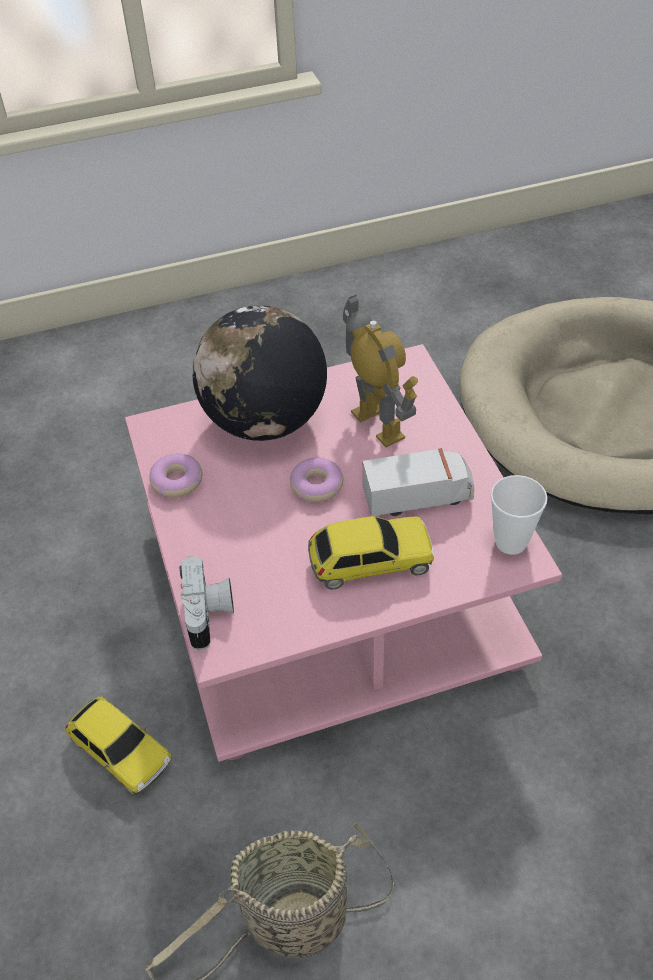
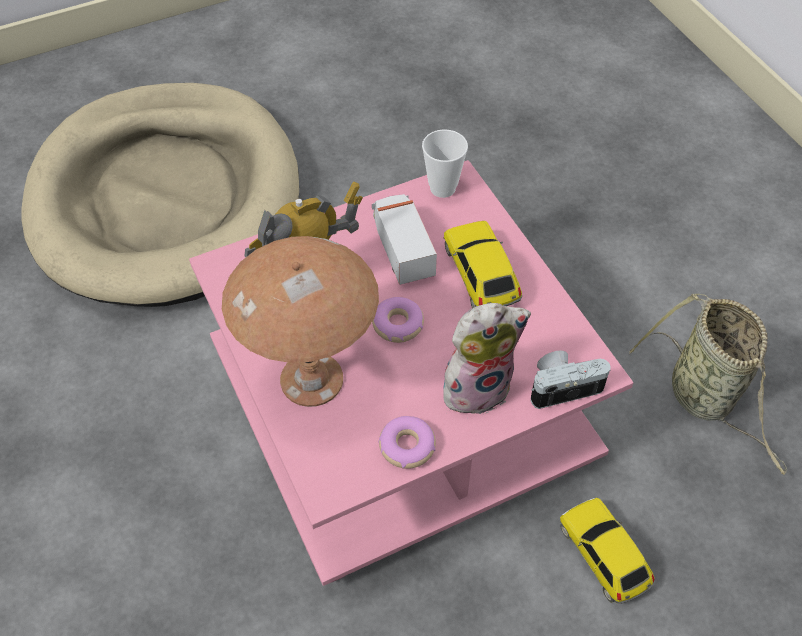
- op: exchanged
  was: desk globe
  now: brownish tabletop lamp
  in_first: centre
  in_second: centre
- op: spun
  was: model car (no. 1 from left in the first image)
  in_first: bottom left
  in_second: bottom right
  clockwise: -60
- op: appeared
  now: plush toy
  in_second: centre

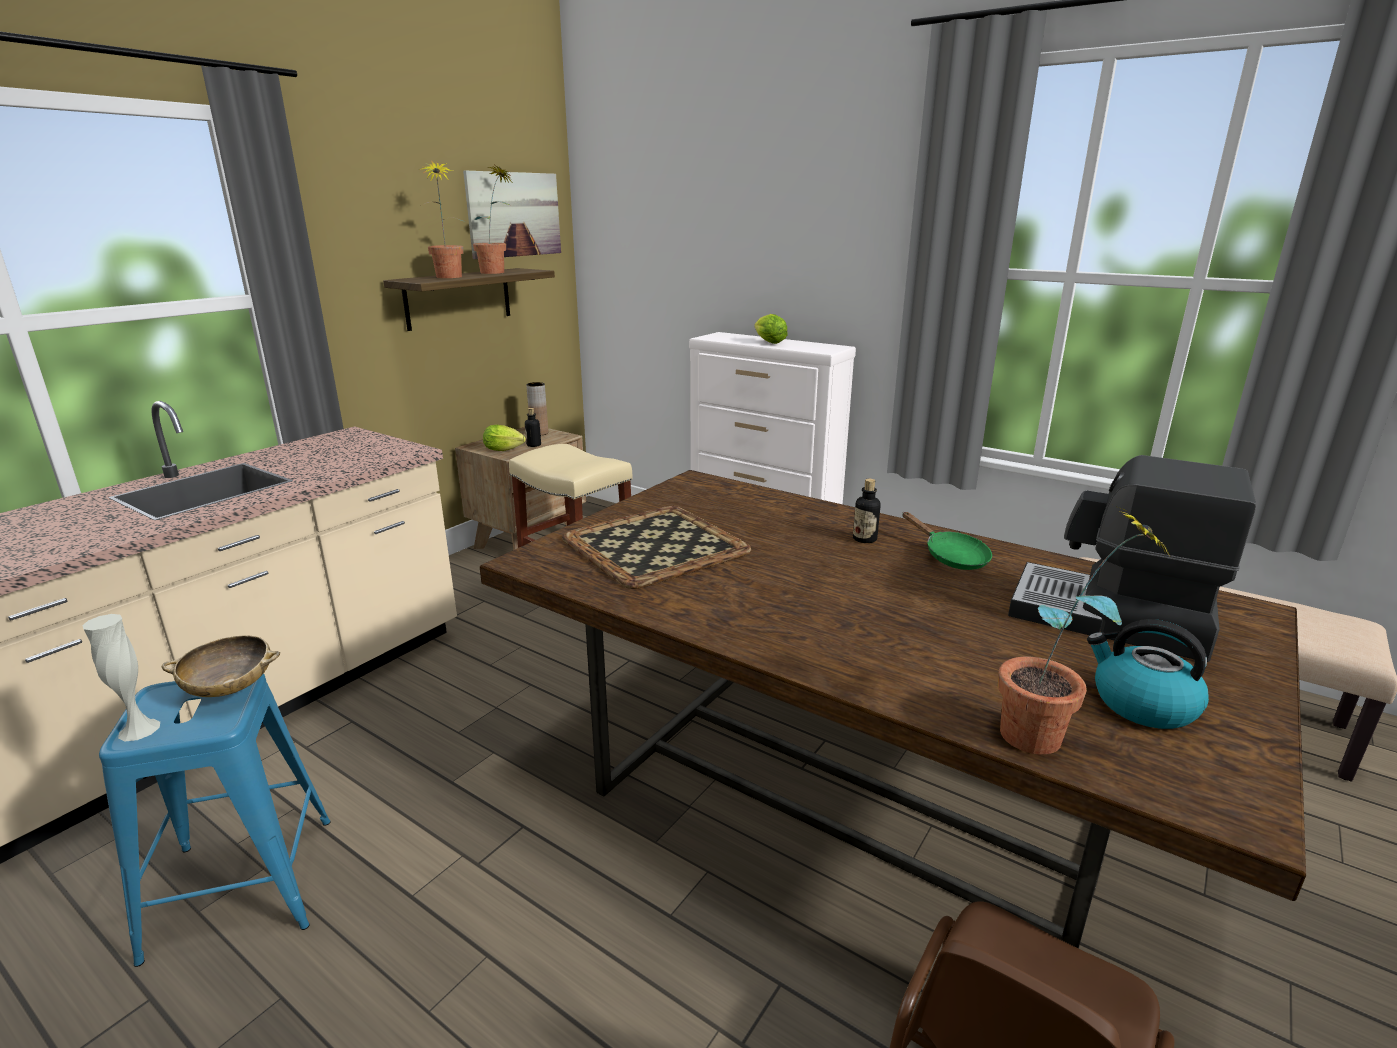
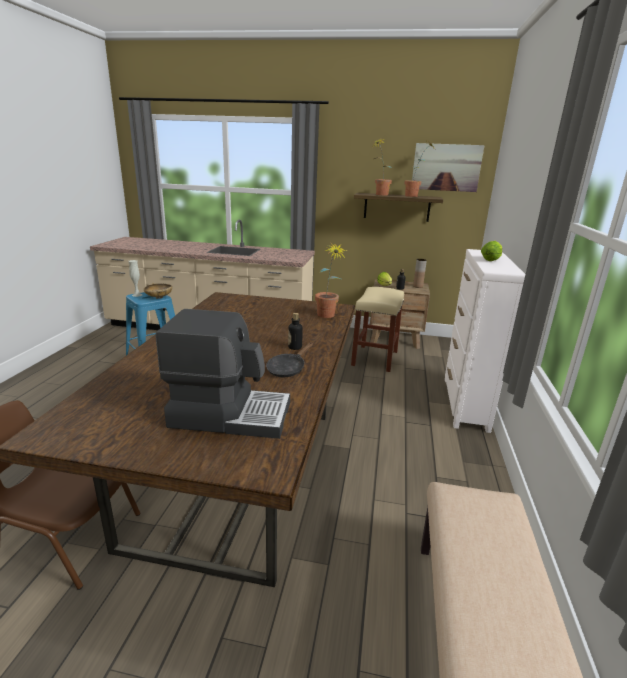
- op: spun
  was: coffee brewer
  in_first: middle right
  in_second: centre
  clockwise: 90
- op: missing
  was: tray
  in_first: centre
- op: relocated
  was: plant in a pot (no. 3 from left in the first image)
  now: plant in a pot (no. 1 from left)
  in_first: middle right
  in_second: centre
- op: colour
  was: green skillet
  now: black-coloured skillet
  in_first: middle right
  in_second: centre
- op: missing
  was: kettle
  in_first: middle right

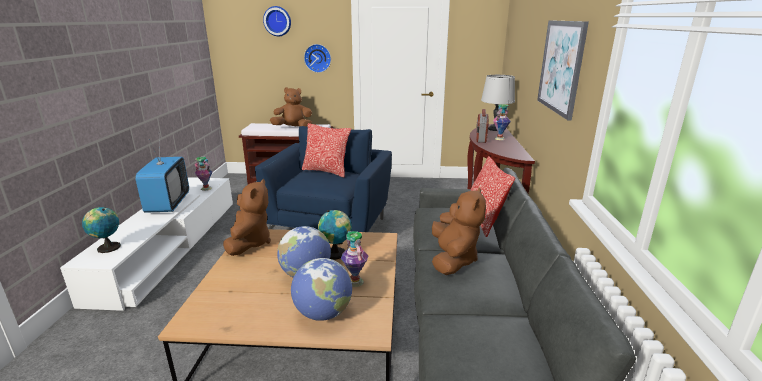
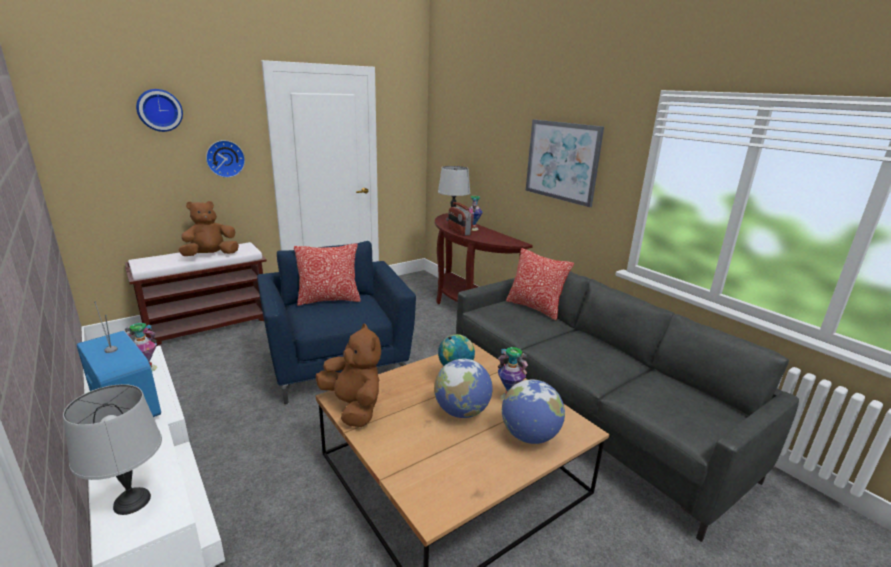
- op: missing
  was: brownish plush toy (no. 3 from left)
  in_first: centre
- op: exchanged
  was: desk globe (no. 1 from left)
  now: gray tabletop lamp (no. 1 from left)
  in_first: middle left
  in_second: bottom left

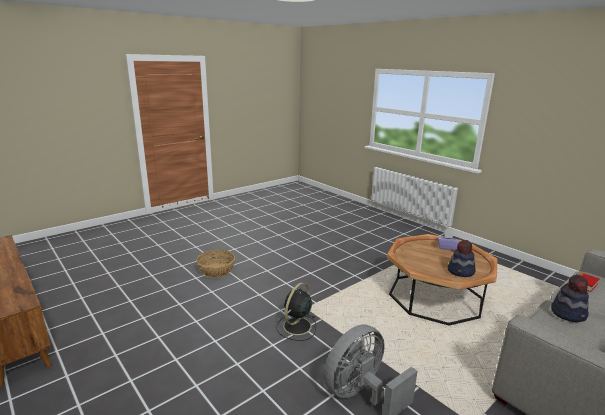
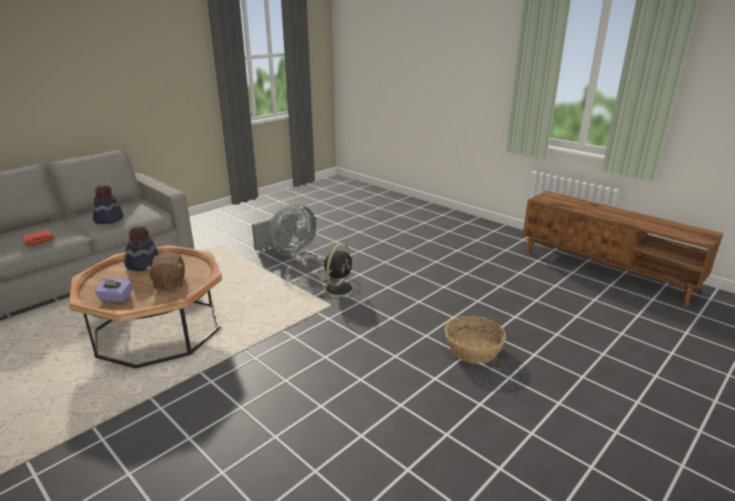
- op: appeared
  now: brownish plush toy
  in_second: middle left

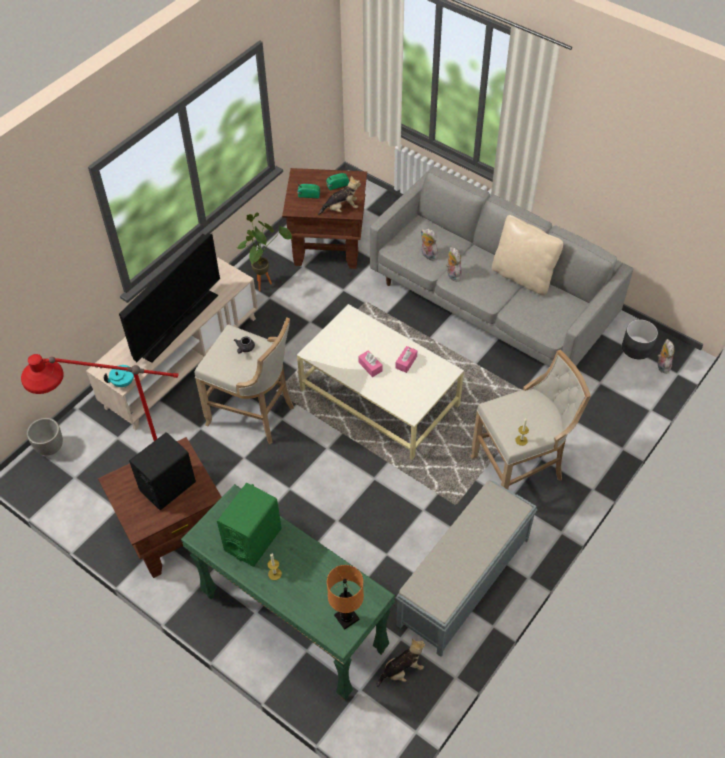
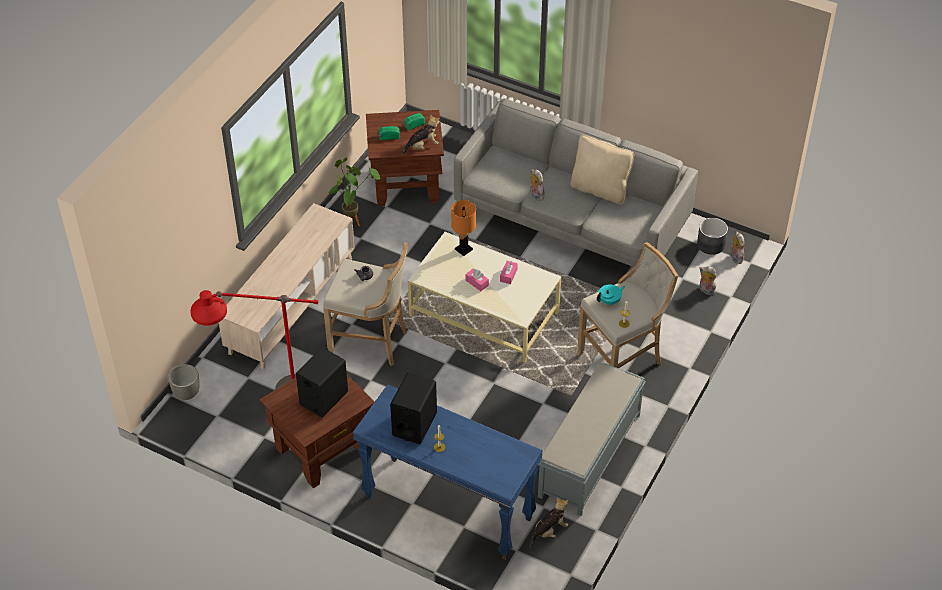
- op: relocated
  was: plush toy (no. 3 from left in the first image)
  now: plush toy (no. 4 from left)
  in_first: top centre
  in_second: middle right
- op: missing
  was: television
  in_first: middle left
- op: relocated
  was: turquoise tea pot
  in_first: middle left
  in_second: centre
- op: colour
  was: green audio speaker
  now: black-coloured audio speaker (no. 2 from left)
  in_first: bottom centre
  in_second: bottom centre
- op: colour
  was: green console table
  now: bluish console table
  in_first: bottom centre
  in_second: bottom centre
- op: relocated
  was: orangey tabletop lamp
  in_first: bottom centre
  in_second: centre

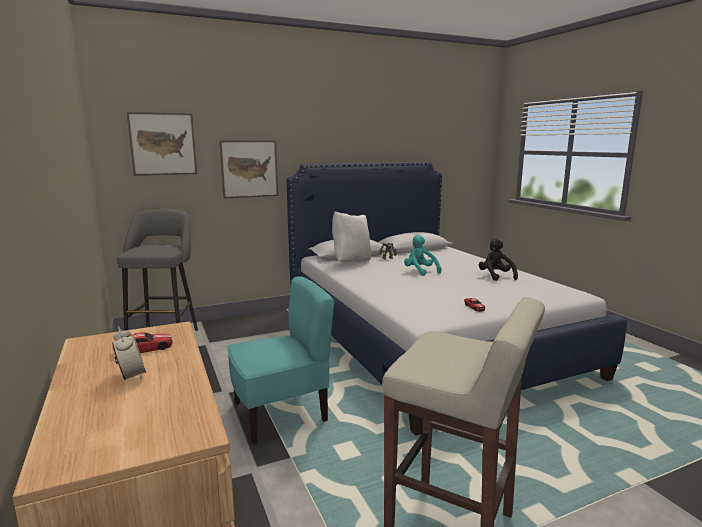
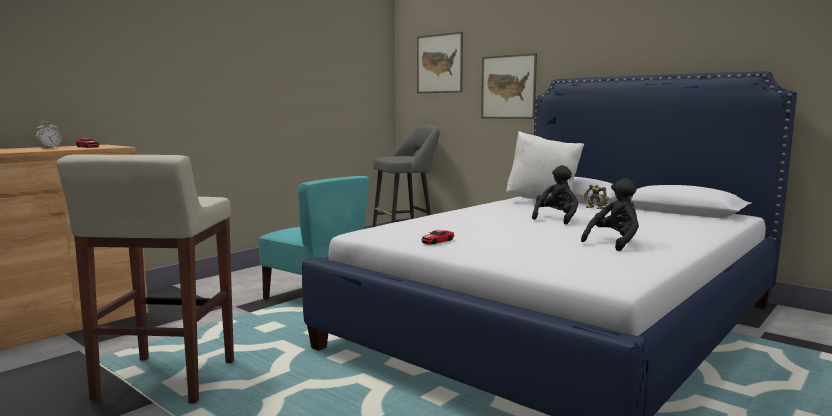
- op: colour
  was: turquoise plush toy
  now: black-coloured plush toy (no. 1 from left)
  in_first: centre
  in_second: middle right

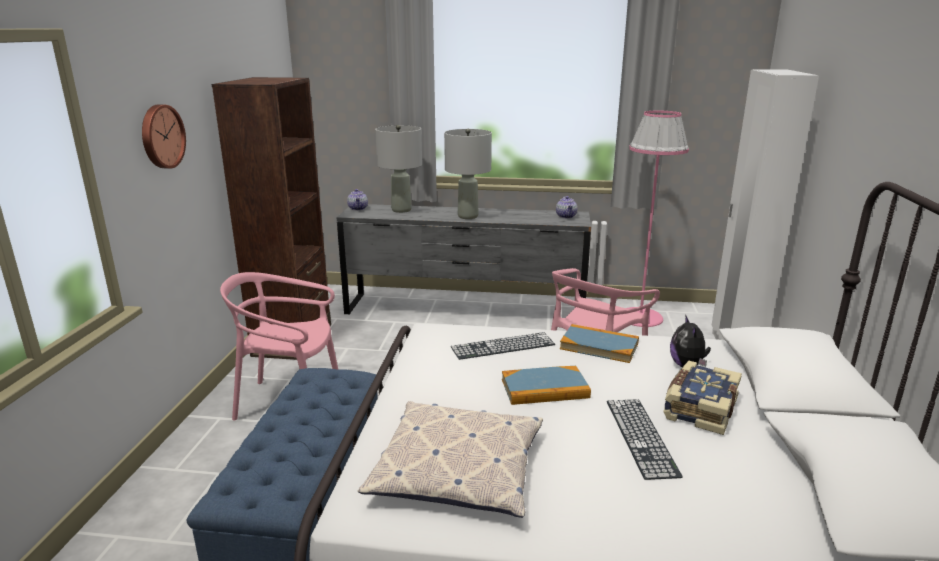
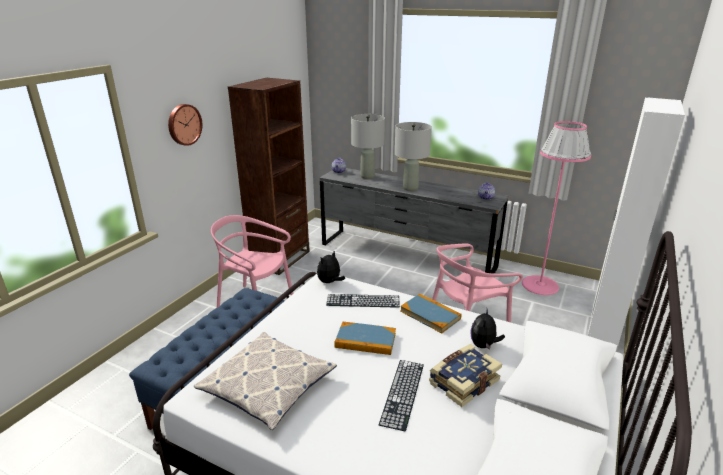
- op: appeared
  now: plush toy (no. 1 from left)
  in_second: centre

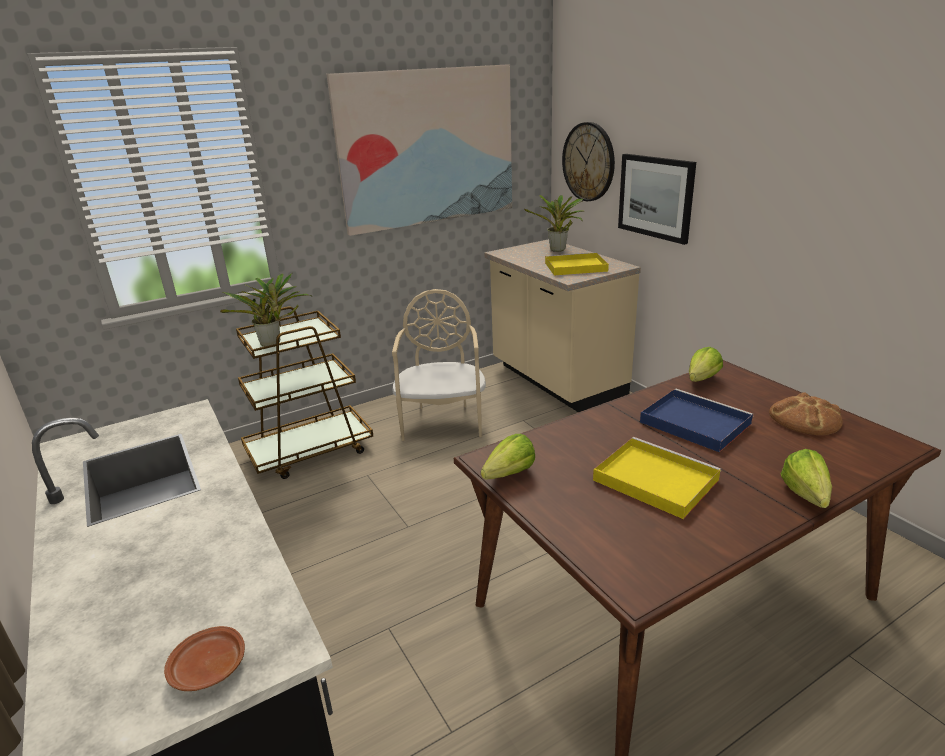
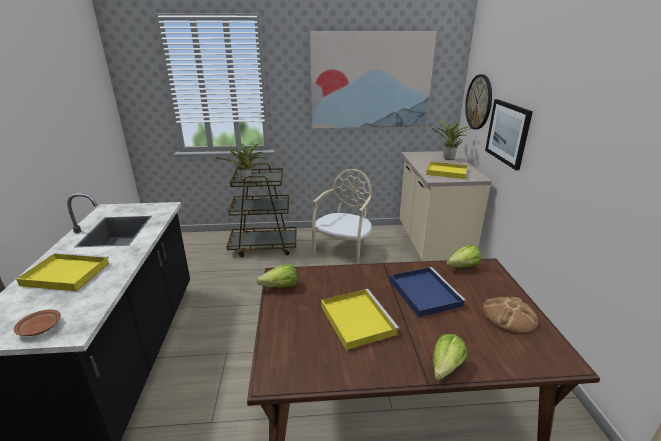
- op: appeared
  now: yellow tray (no. 1 from left)
  in_second: middle left

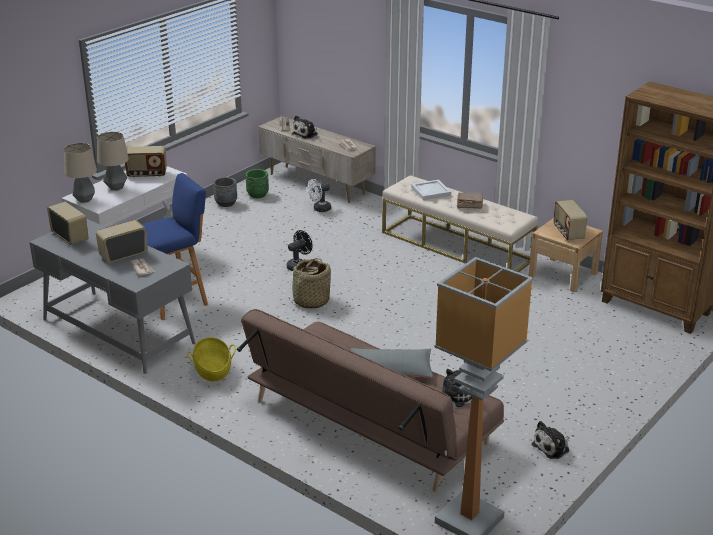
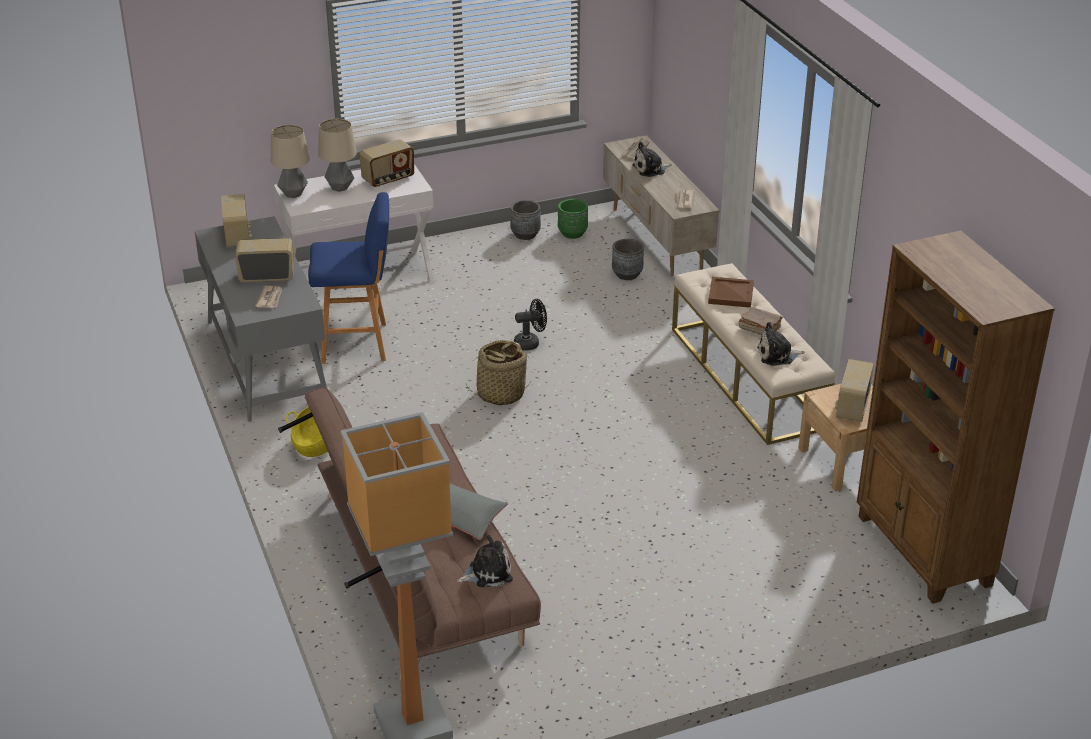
- op: spun
  was: radio set (no. 3 from left)
  in_first: top left
  in_second: top centre
  clockwise: -60
- op: exchanged
  was: whitish fan
  now: gray plant pot (no. 2 from left)
  in_first: centre
  in_second: centre
- op: colour
  was: whitish tray
  now: brownish tray
  in_first: centre
  in_second: middle right
- op: relocated
  was: plush toy (no. 3 from left)
  in_first: bottom right
  in_second: middle right

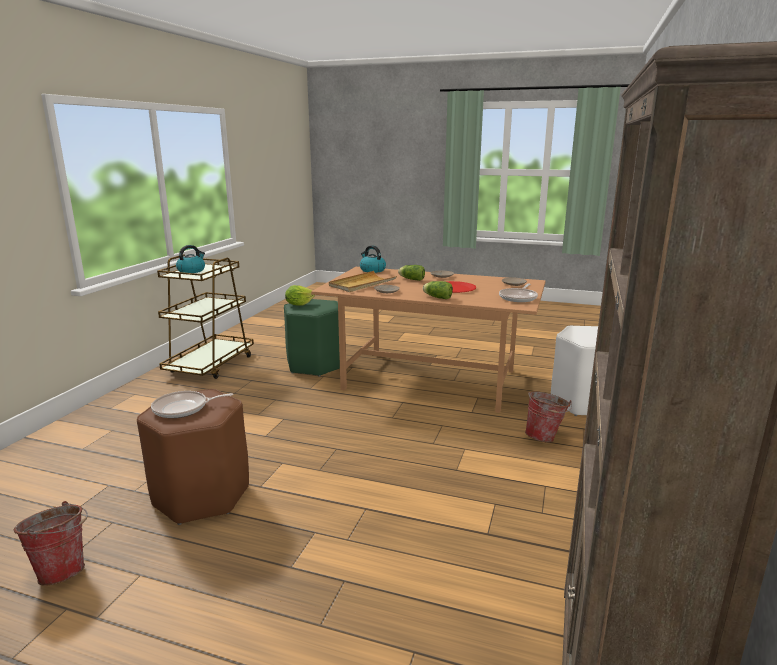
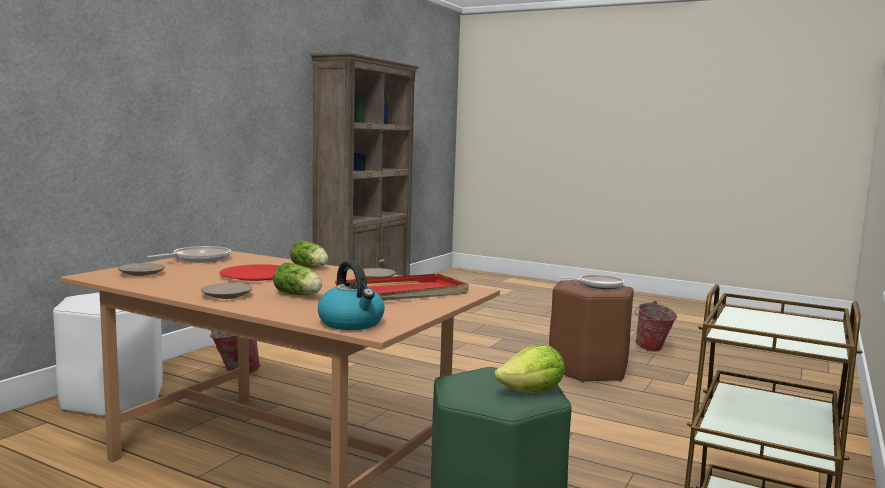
- op: missing
  was: kettle (no. 1 from left)
  in_first: middle left
- op: colour
  was: beige-coloured tray
  now: reddish tray
  in_first: centre
  in_second: centre

